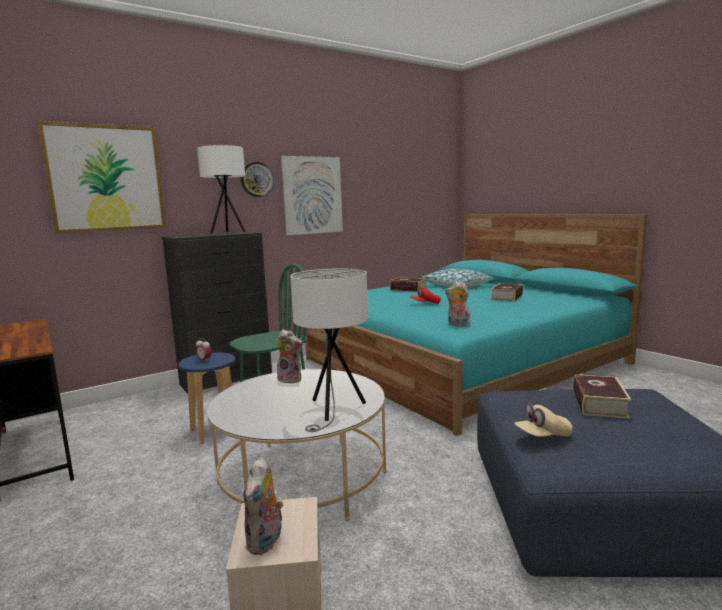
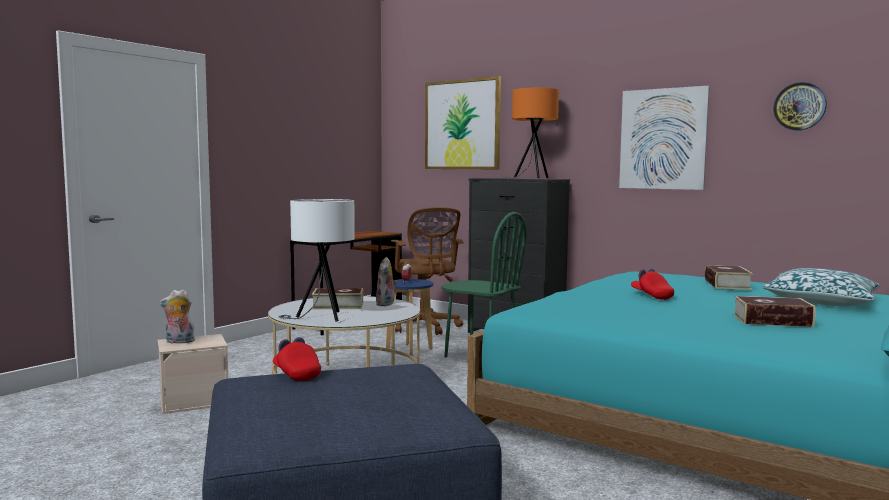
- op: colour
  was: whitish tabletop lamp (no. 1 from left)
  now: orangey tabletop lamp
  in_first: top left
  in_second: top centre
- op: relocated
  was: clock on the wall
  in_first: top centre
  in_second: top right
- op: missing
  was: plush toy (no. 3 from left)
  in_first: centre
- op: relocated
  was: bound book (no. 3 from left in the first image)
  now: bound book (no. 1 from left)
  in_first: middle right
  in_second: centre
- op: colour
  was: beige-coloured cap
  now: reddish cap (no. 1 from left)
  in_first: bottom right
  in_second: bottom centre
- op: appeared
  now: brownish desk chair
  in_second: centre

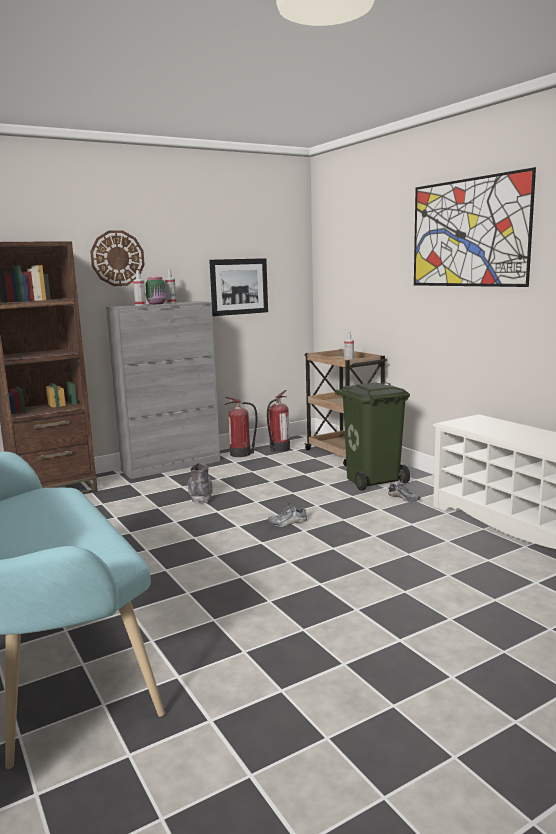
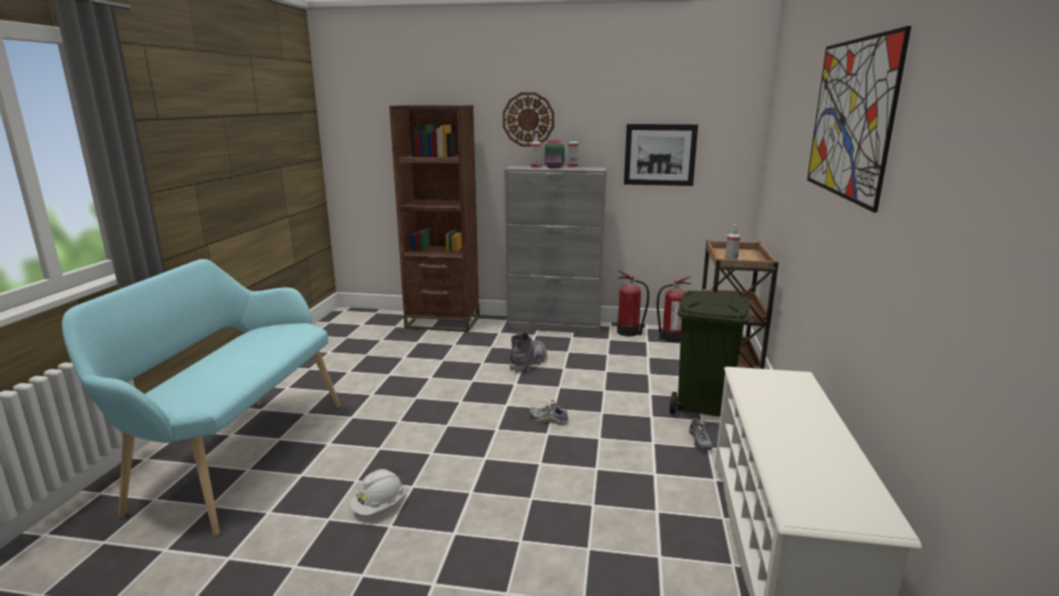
- op: appeared
  now: whitish work helmet
  in_second: bottom centre

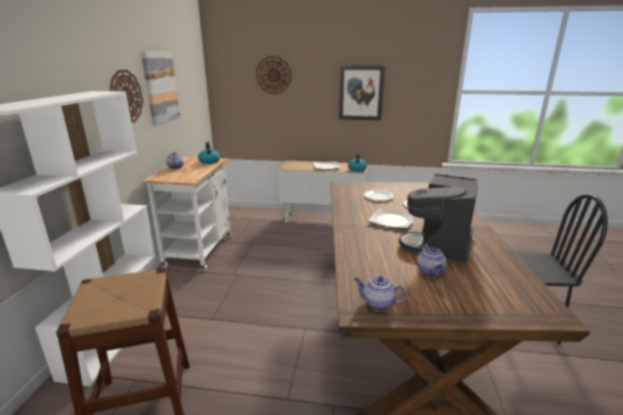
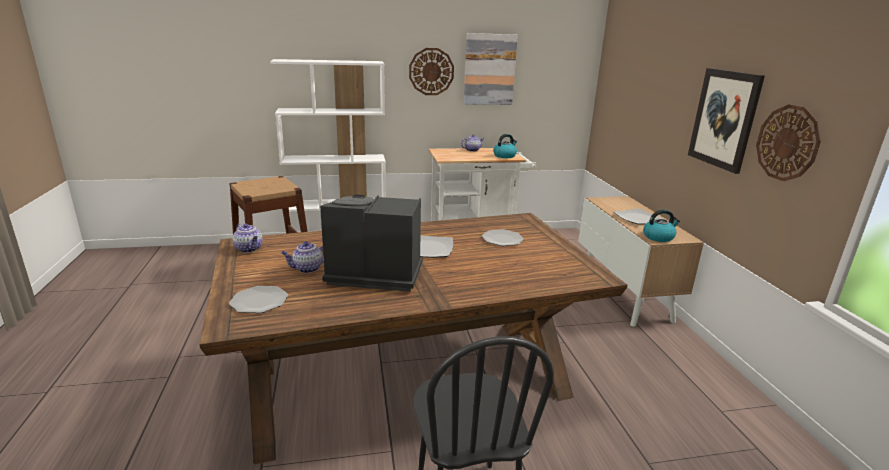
- op: relocated
  was: clock on the wall (no. 2 from left)
  in_first: top centre
  in_second: top right
- op: spun
  was: tea pot (no. 2 from left in the first image)
  in_first: bottom centre
  in_second: middle left
  clockwise: 135
- op: appeared
  now: dinner plate (no. 1 from left)
  in_second: middle left

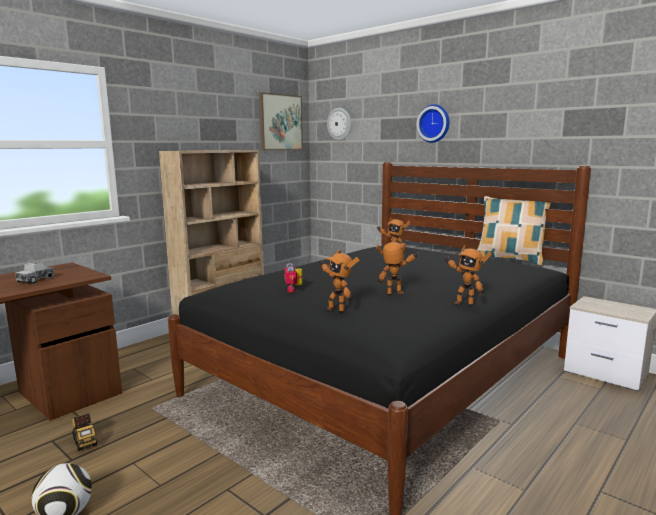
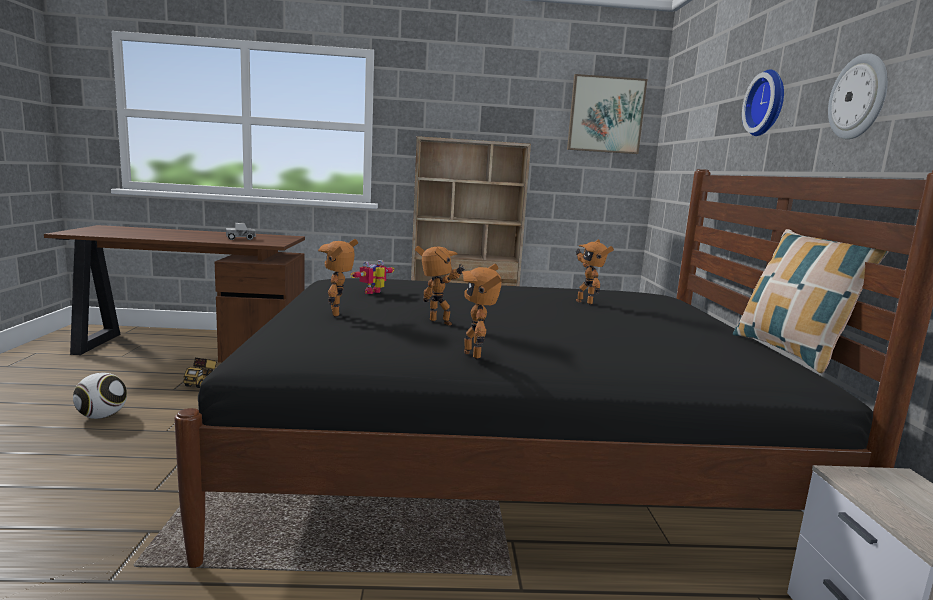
- op: relocated
  was: clock on the wall (no. 1 from left in the first image)
  now: clock on the wall (no. 2 from left)
  in_first: top centre
  in_second: top right

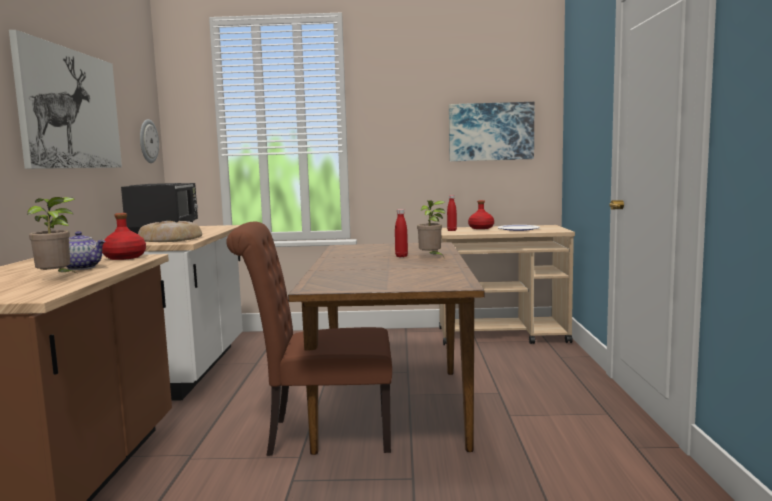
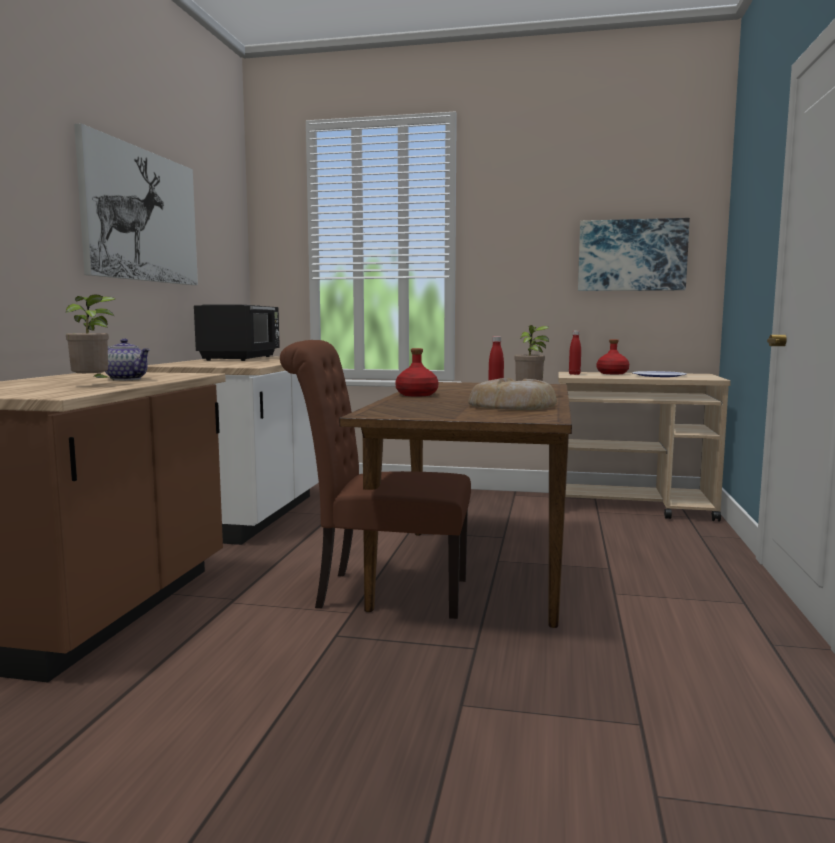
- op: missing
  was: clock on the wall
  in_first: top left
- op: relocated
  was: reddish bottle (no. 1 from left)
  in_first: middle left
  in_second: centre
- op: relocated
  was: baked bread
  in_first: middle left
  in_second: centre

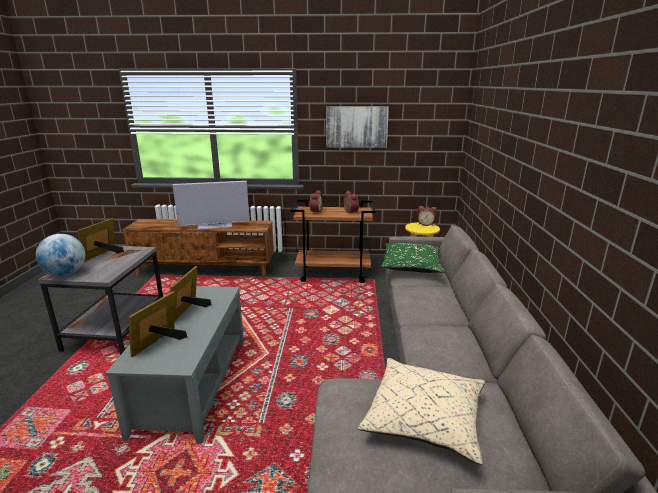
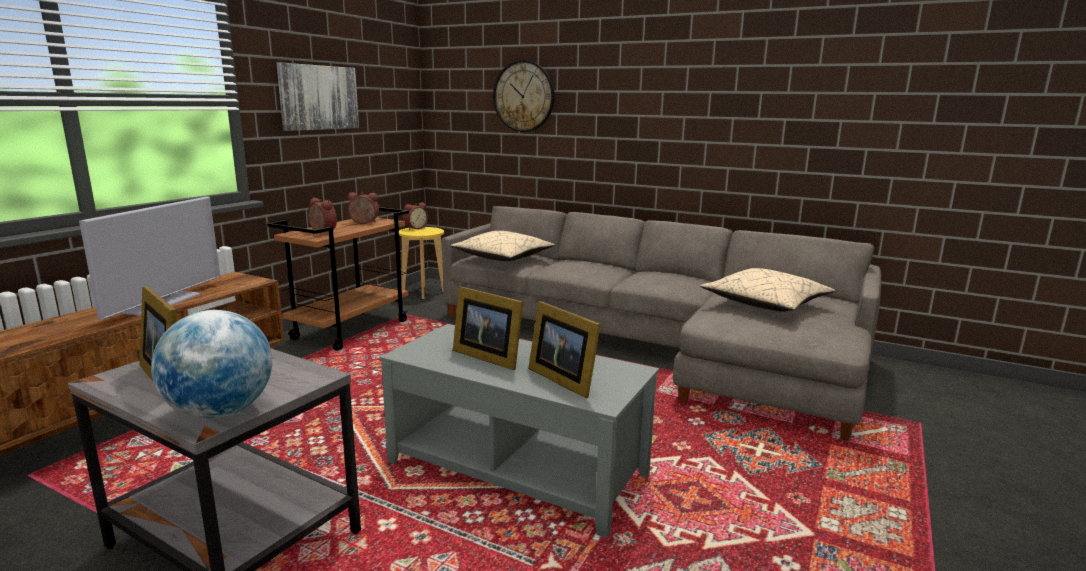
- op: colour
  was: green pillow
  now: beige-coloured pillow (no. 1 from left)
  in_first: centre
  in_second: centre
- op: appeared
  now: clock on the wall
  in_second: top centre

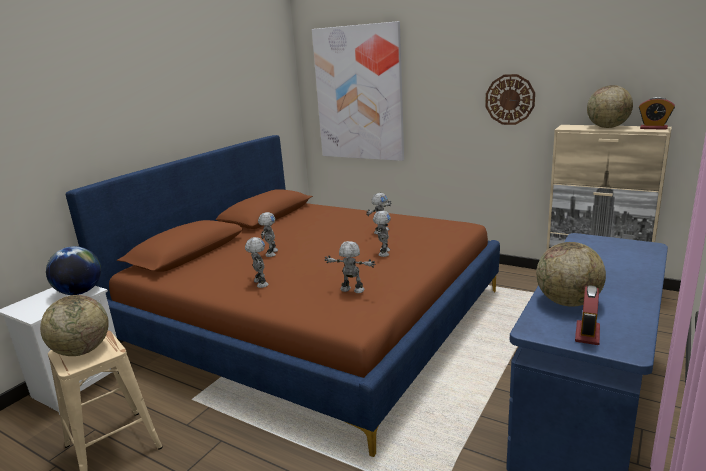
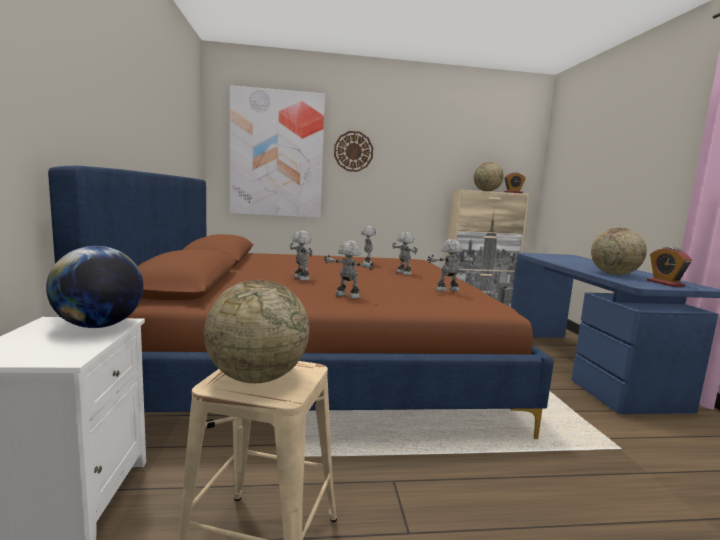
- op: relocated
  was: clock on the wall
  in_first: top right
  in_second: top centre

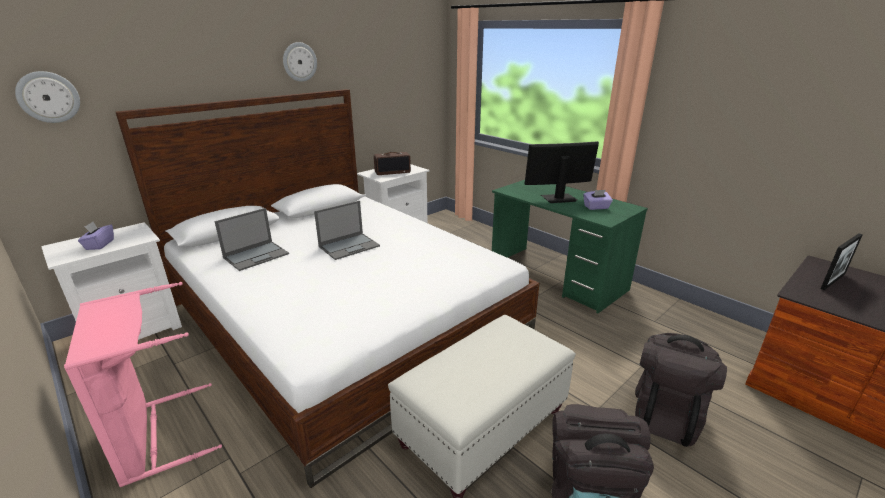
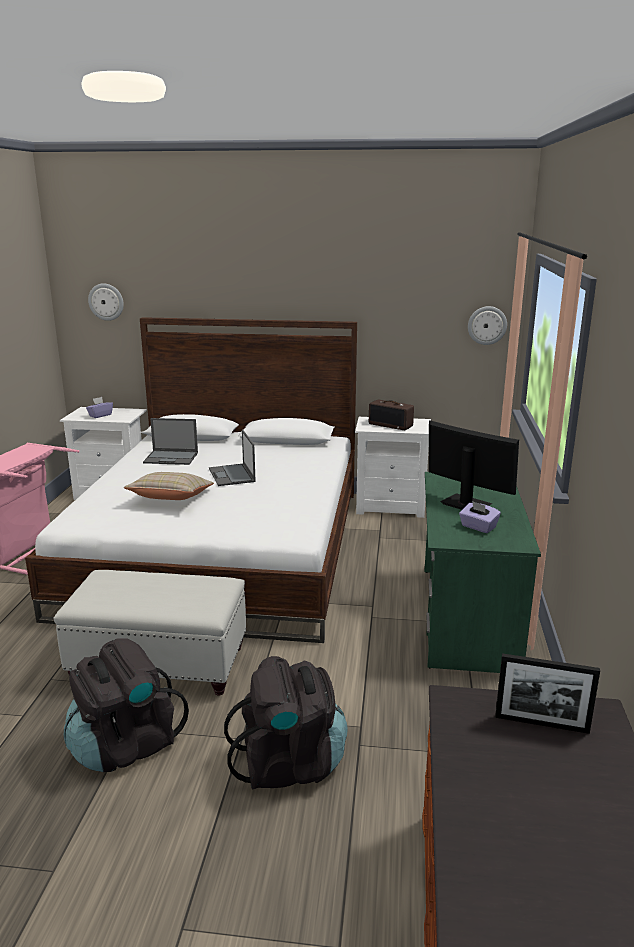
- op: relocated
  was: clock on the wall (no. 2 from left)
  in_first: top centre
  in_second: middle right
- op: spun
  was: laptop (no. 2 from left)
  in_first: centre
  in_second: centre
  clockwise: 60
- op: appeared
  now: beige-coloured pillow
  in_second: middle left

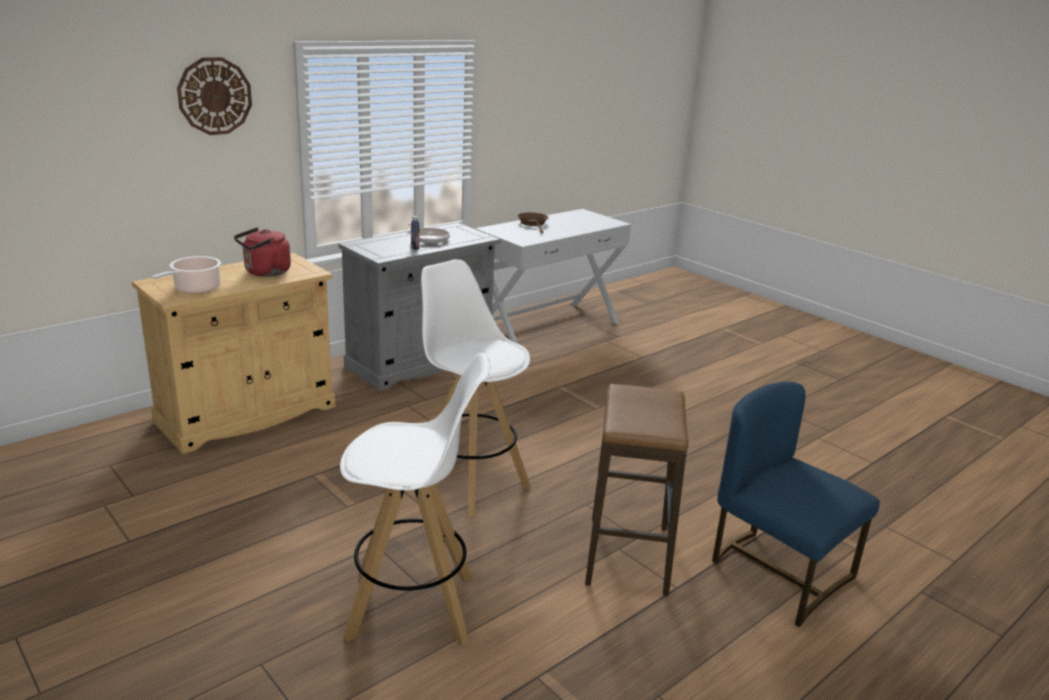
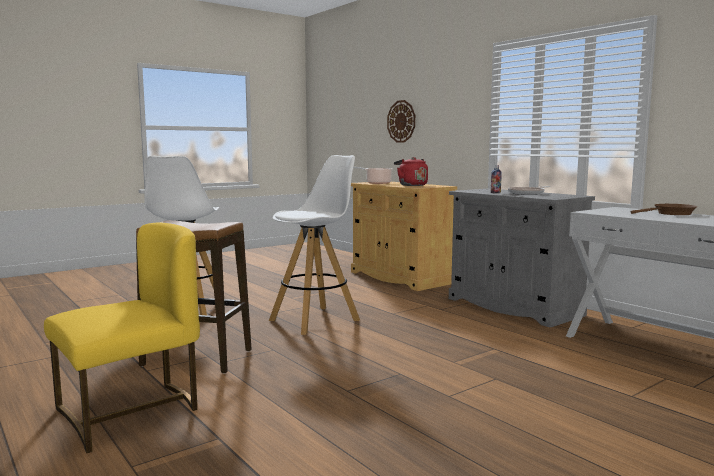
- op: relocated
  was: clock on the wall
  in_first: top left
  in_second: top centre
- op: colour
  was: bluish plain chair
  now: yellow plain chair
  in_first: bottom right
  in_second: bottom left

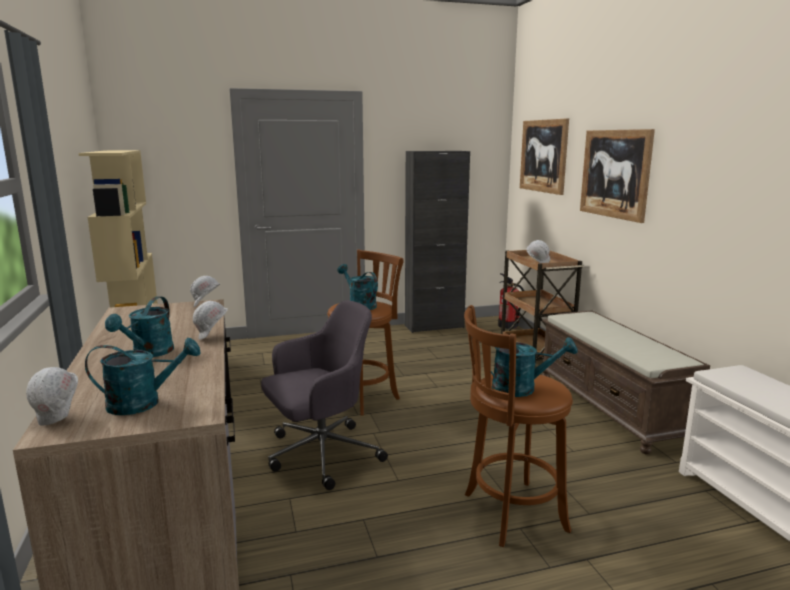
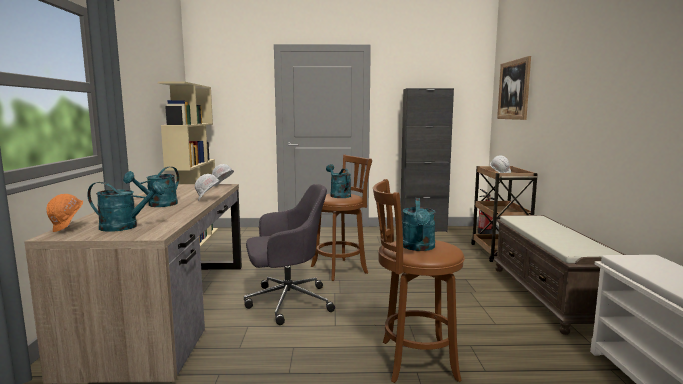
- op: missing
  was: picture (no. 2 from left)
  in_first: top right
- op: spun
  was: turquoise watering can (no. 4 from left)
  in_first: middle right
  in_second: centre
  clockwise: 75
- op: colour
  was: whitish work helmet (no. 1 from left)
  now: orangey work helmet
  in_first: bottom left
  in_second: middle left

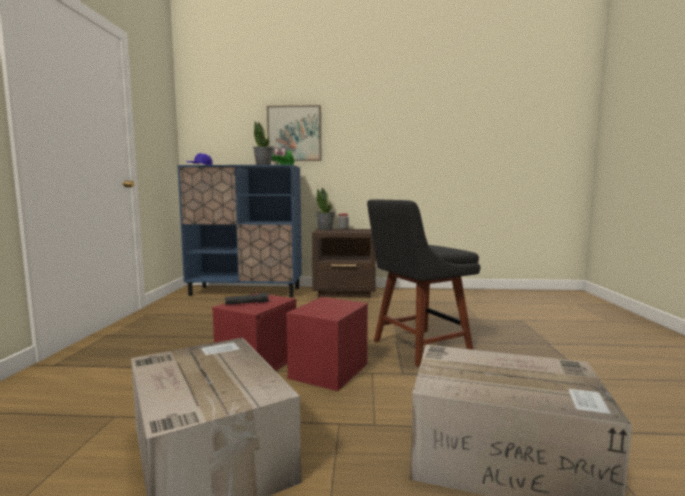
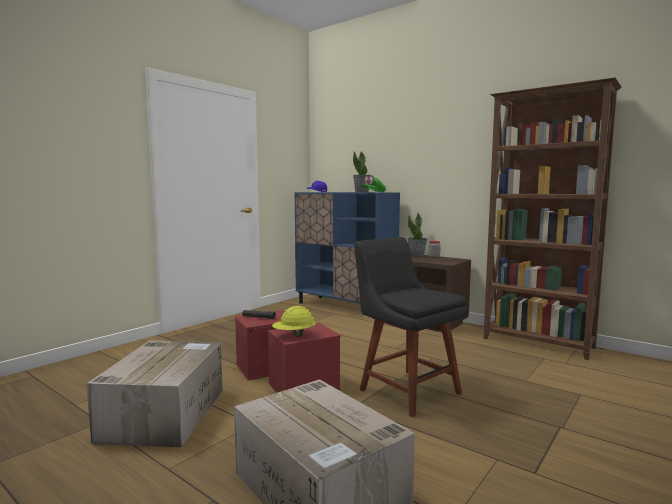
- op: missing
  was: picture
  in_first: top centre
- op: spun
  was: black-coloured plain chair
  in_first: centre
  in_second: centre
  clockwise: 45
- op: appeared
  now: brownish shelving unit
  in_second: middle right
- op: appeared
  now: yellow work helmet
  in_second: centre

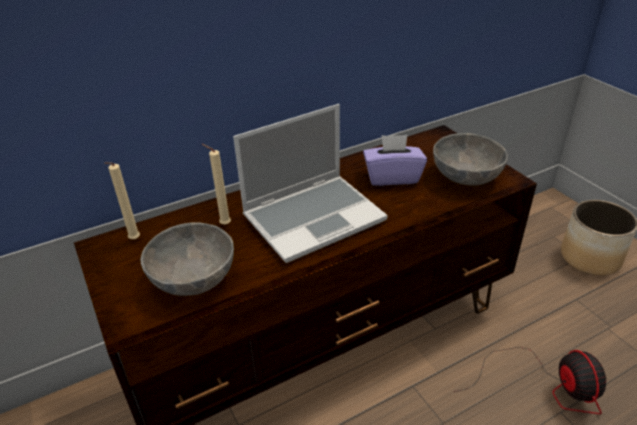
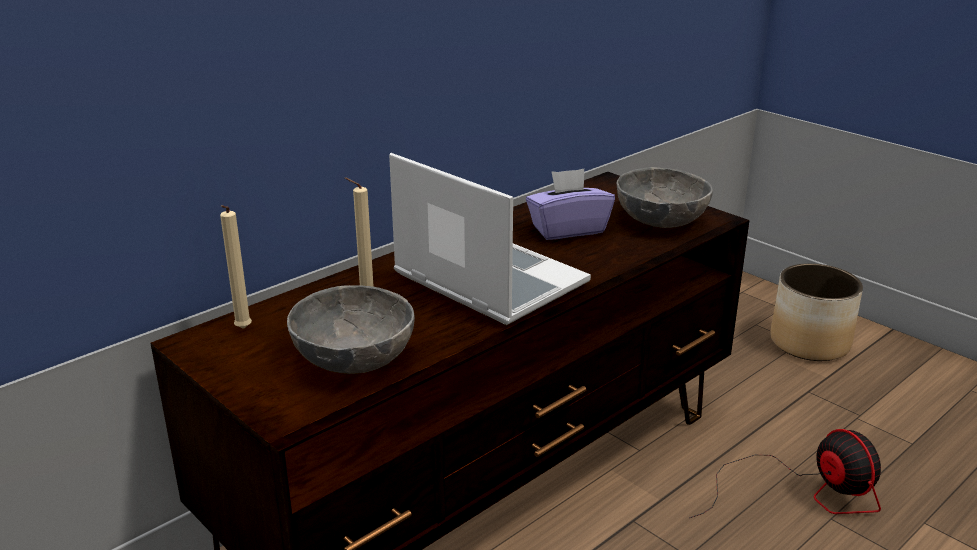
- op: spun
  was: laptop
  in_first: centre
  in_second: centre
  clockwise: -90

